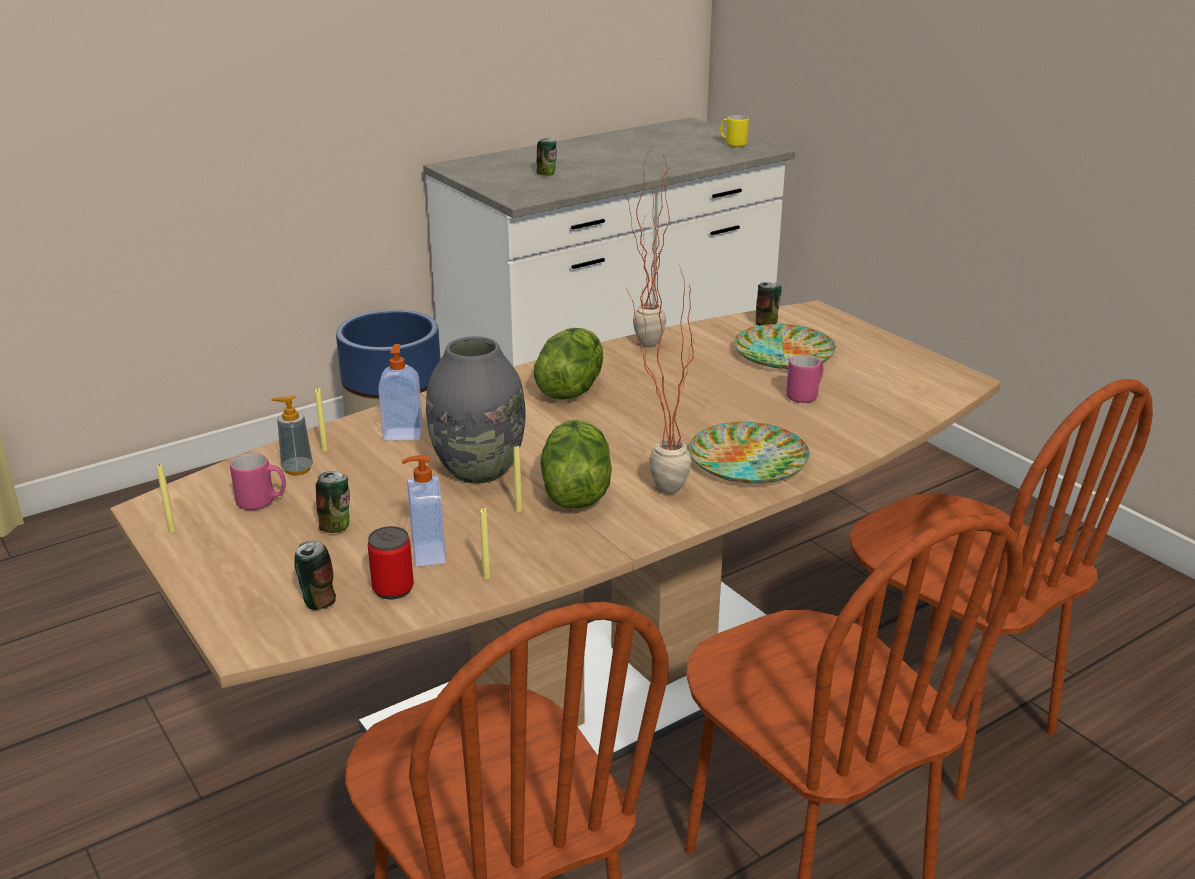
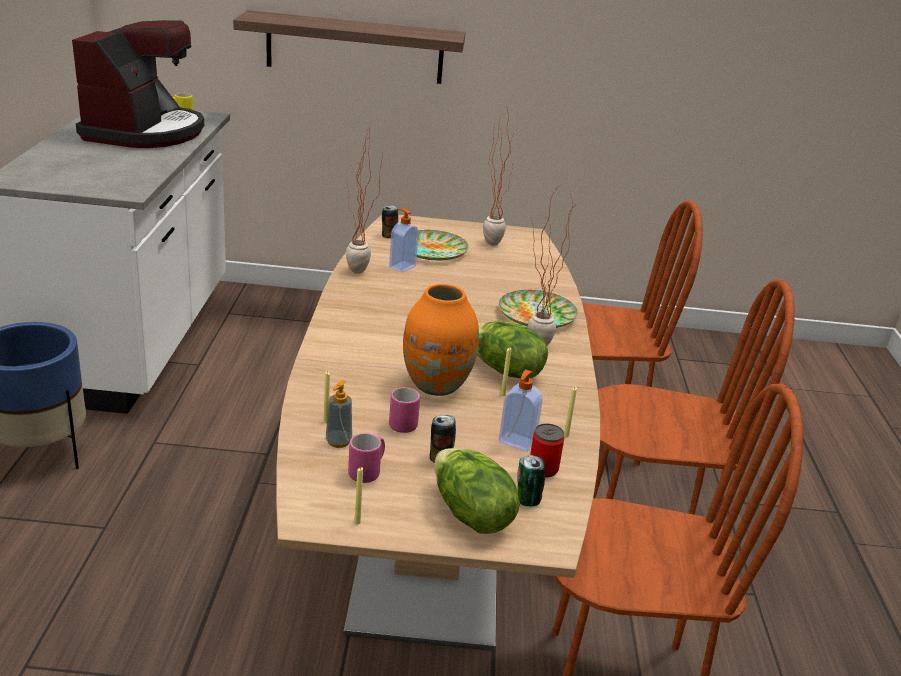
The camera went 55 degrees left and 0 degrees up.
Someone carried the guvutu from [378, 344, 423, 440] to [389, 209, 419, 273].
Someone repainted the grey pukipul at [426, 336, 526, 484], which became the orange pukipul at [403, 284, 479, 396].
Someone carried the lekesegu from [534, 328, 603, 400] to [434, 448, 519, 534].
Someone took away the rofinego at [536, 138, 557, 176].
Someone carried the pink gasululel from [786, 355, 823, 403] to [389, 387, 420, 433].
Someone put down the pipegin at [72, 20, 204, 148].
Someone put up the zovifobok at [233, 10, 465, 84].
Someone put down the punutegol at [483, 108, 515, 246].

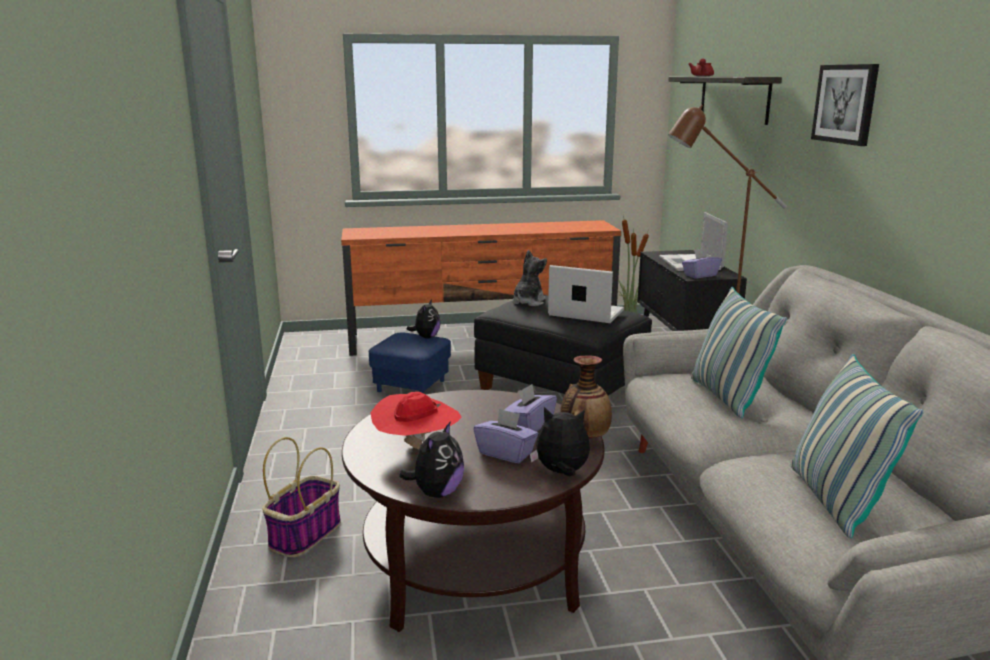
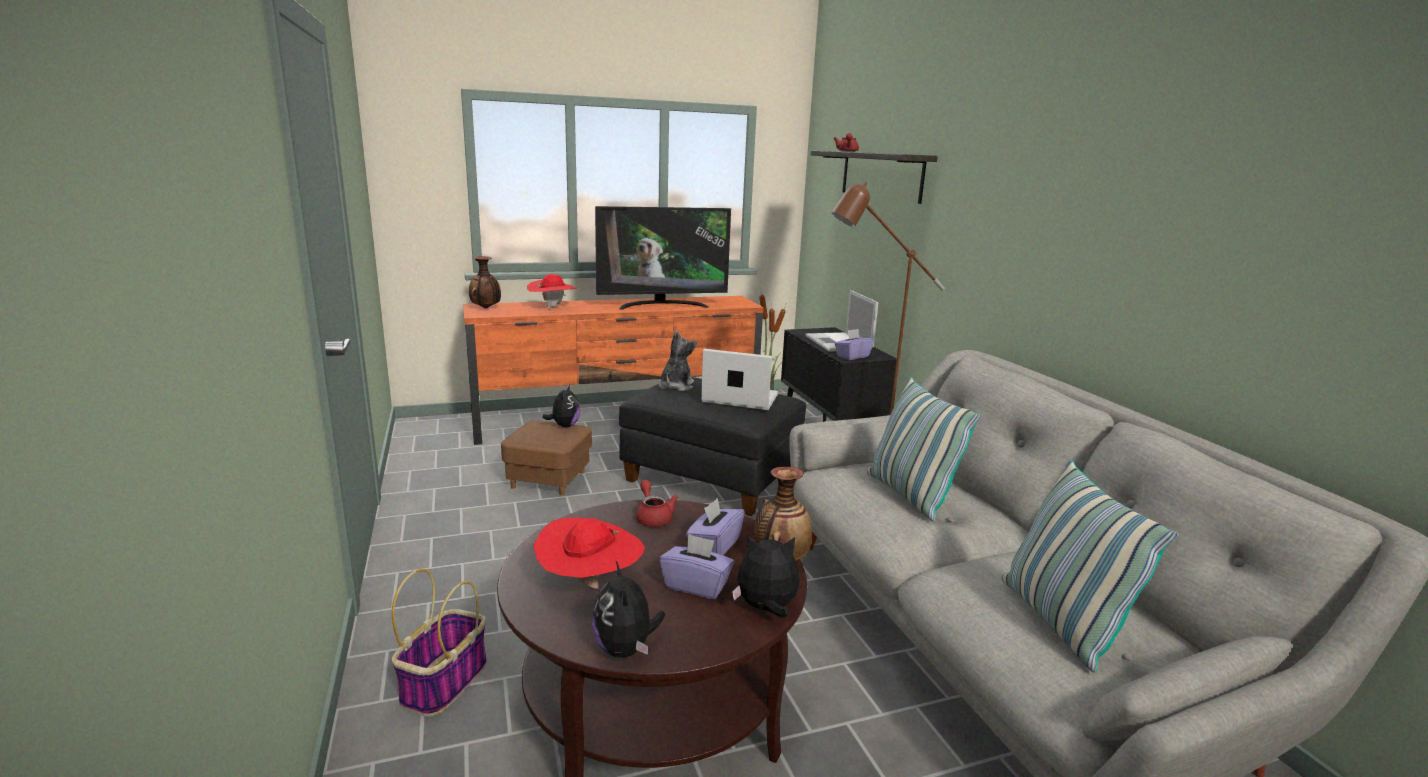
The camera went 10 degrees left and 0 degrees up.
Someone repainted the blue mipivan at [369, 332, 451, 393], which became the brown mipivan at [501, 420, 592, 495].
Someone rotated the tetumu at [399, 422, 464, 498] by 150 degrees clockwise.
Someone took away the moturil at [811, 64, 879, 146].
Someone put down the pukipul at [469, 256, 501, 308].
Someone put down the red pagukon at [527, 274, 578, 309].
Someone put down the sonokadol at [595, 206, 731, 310].
Someone put down the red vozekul at [636, 480, 679, 527].

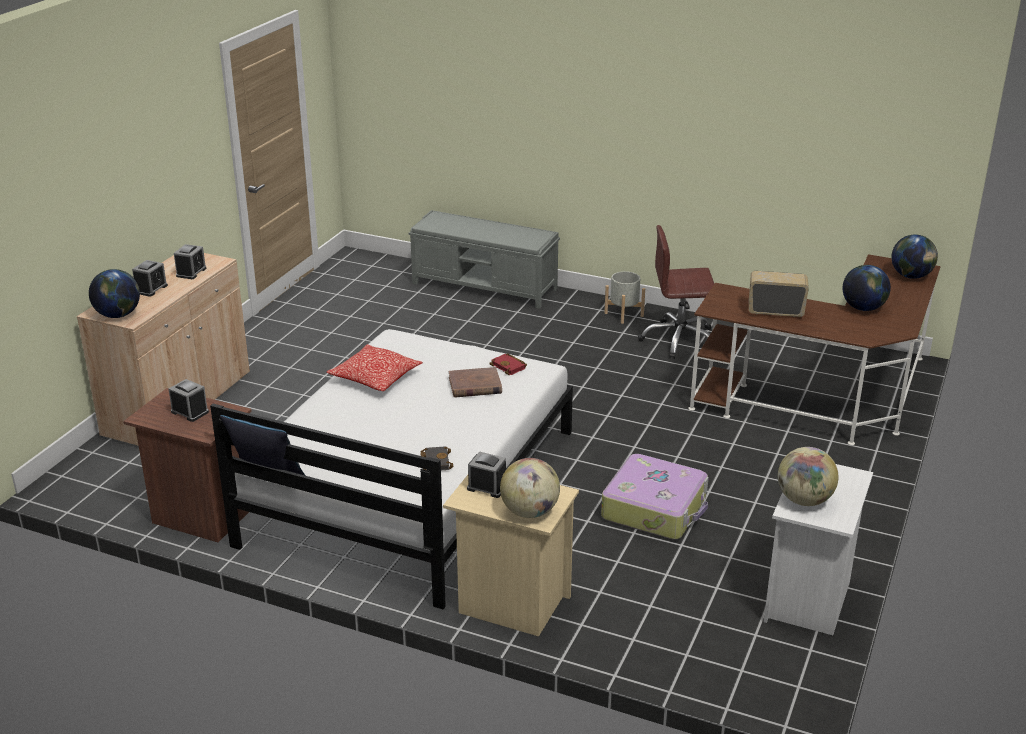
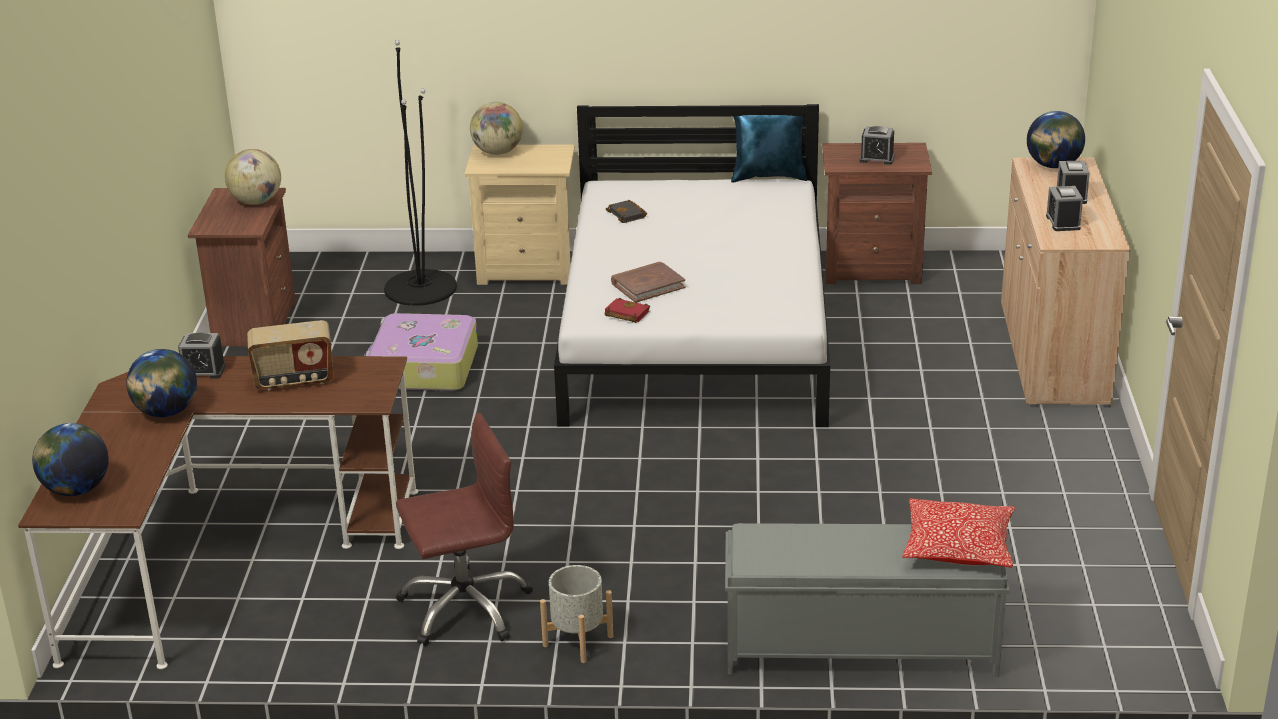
The camera went 160 degrees right and 0 degrees up.
Someone carried the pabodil from [327, 344, 423, 391] to [902, 498, 1015, 568].
Someone carried the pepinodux from [467, 451, 506, 498] to [178, 333, 226, 378].
Someone repainted the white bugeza at [764, 464, 873, 635], which became the brown bugeza at [188, 188, 296, 346].
Someone put down the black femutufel at [384, 40, 457, 306].

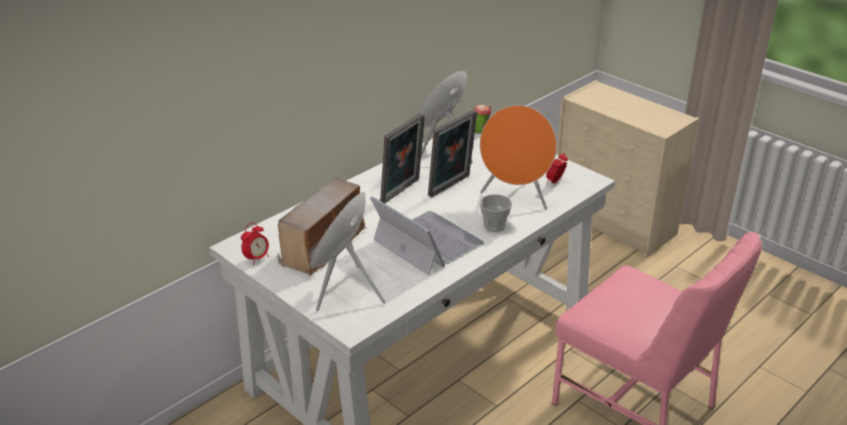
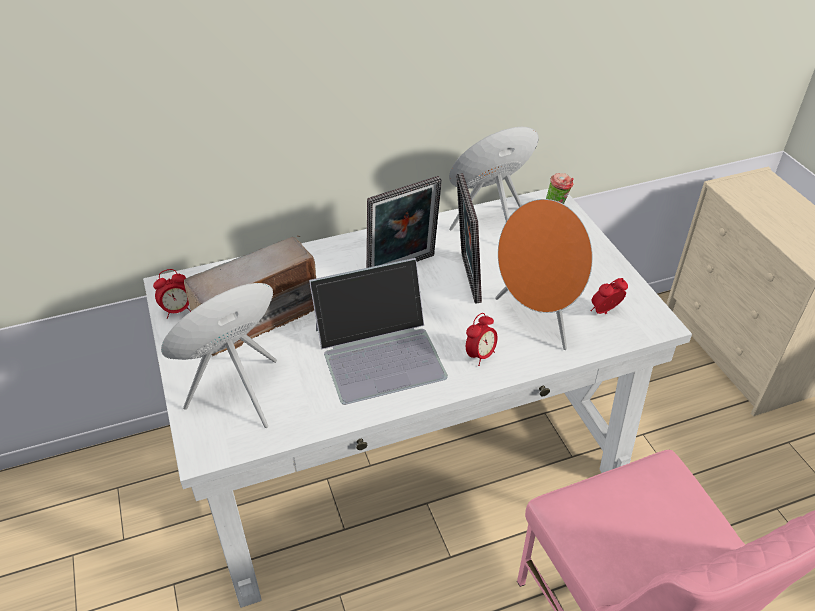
The camera went 25 degrees right and 10 degrees up.
Someone rotated the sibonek at [370, 196, 484, 275] by 90 degrees clockwise.
Someone rotated the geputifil at [428, 110, 477, 198] by 105 degrees clockwise.
Someone swapped the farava at [480, 194, 512, 232] for the pepinodux at [466, 313, 498, 366].

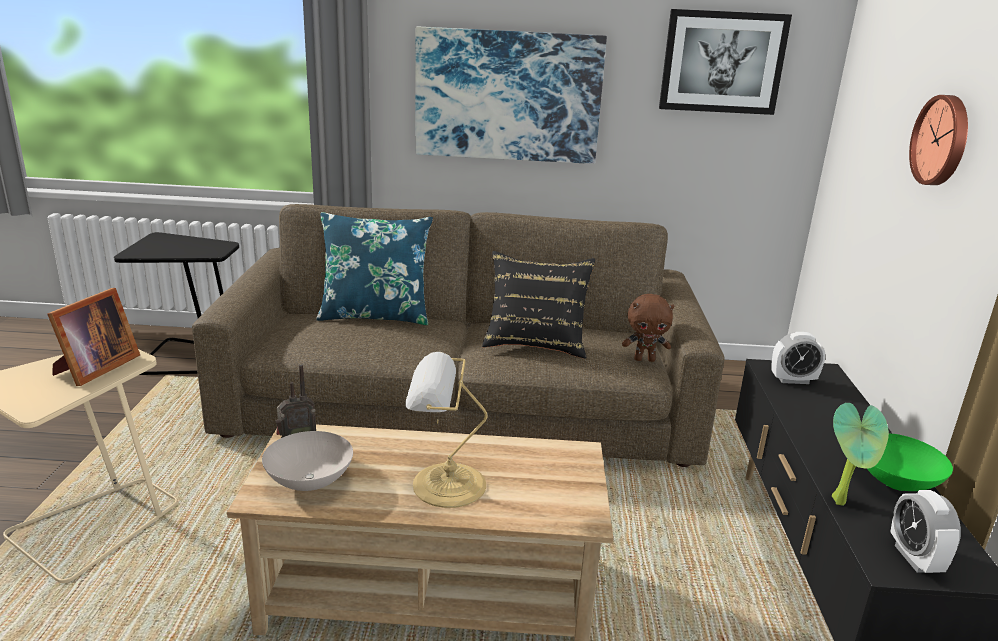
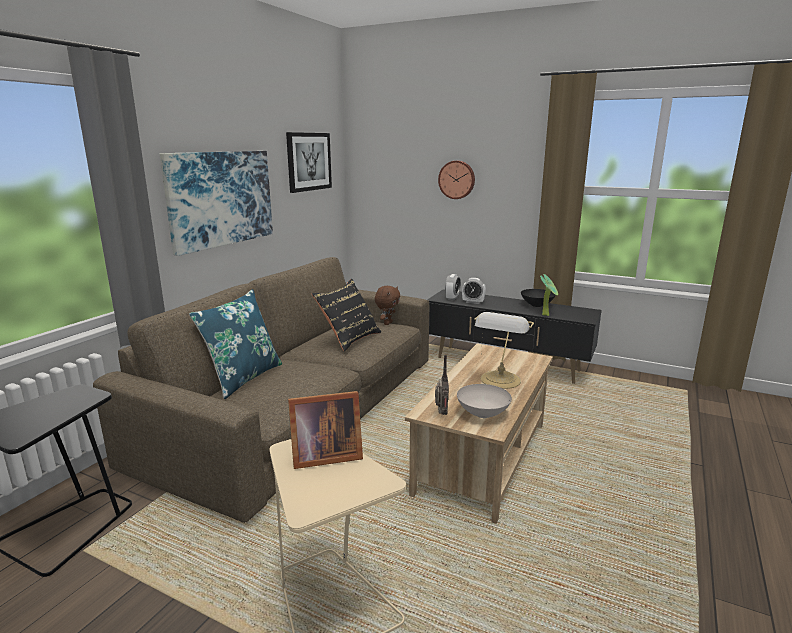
The camera went 65 degrees left and 5 degrees down.
Someone rotated the geputifil at [47, 288, 140, 386] by 120 degrees clockwise.
Someone repainted the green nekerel at [867, 433, 953, 491], which became the black nekerel at [521, 289, 555, 307].
Someone carried the pepinodux from [891, 490, 961, 573] to [462, 278, 486, 304].

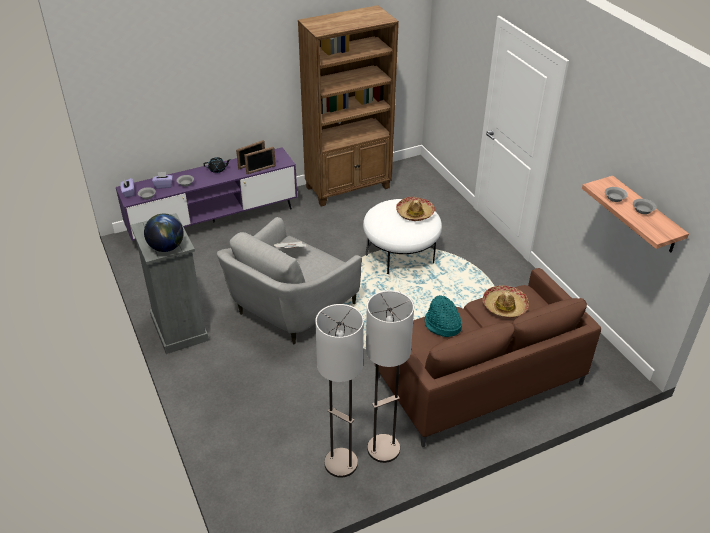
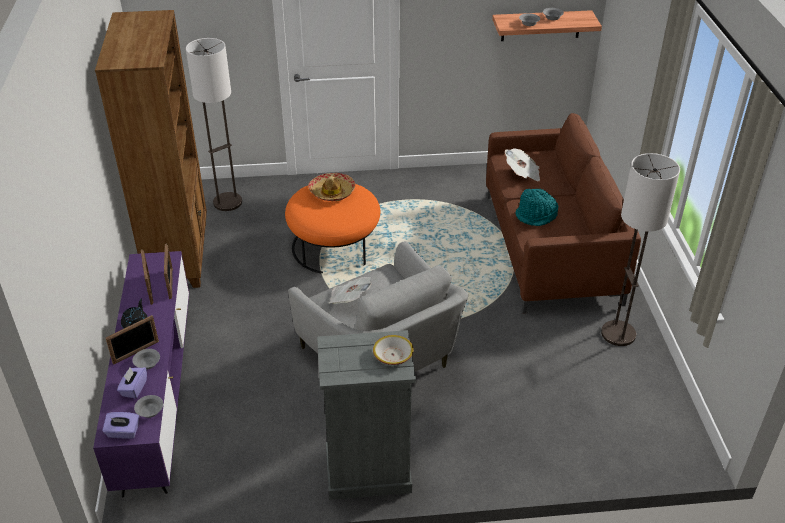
The camera went 70 degrees left and 0 degrees up.
Someone swapped the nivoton at [144, 214, 184, 252] for the nekerel at [373, 335, 414, 365].
Someone carried the femutufel from [315, 304, 364, 478] to [186, 38, 242, 211].
Someone repainted the white mipivan at [363, 199, 442, 274], which became the orange mipivan at [285, 184, 380, 273].
Someone swapped the pagukon at [483, 285, 529, 318] for the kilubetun at [505, 148, 540, 181].
Someone put down the geputifil at [106, 315, 159, 365].

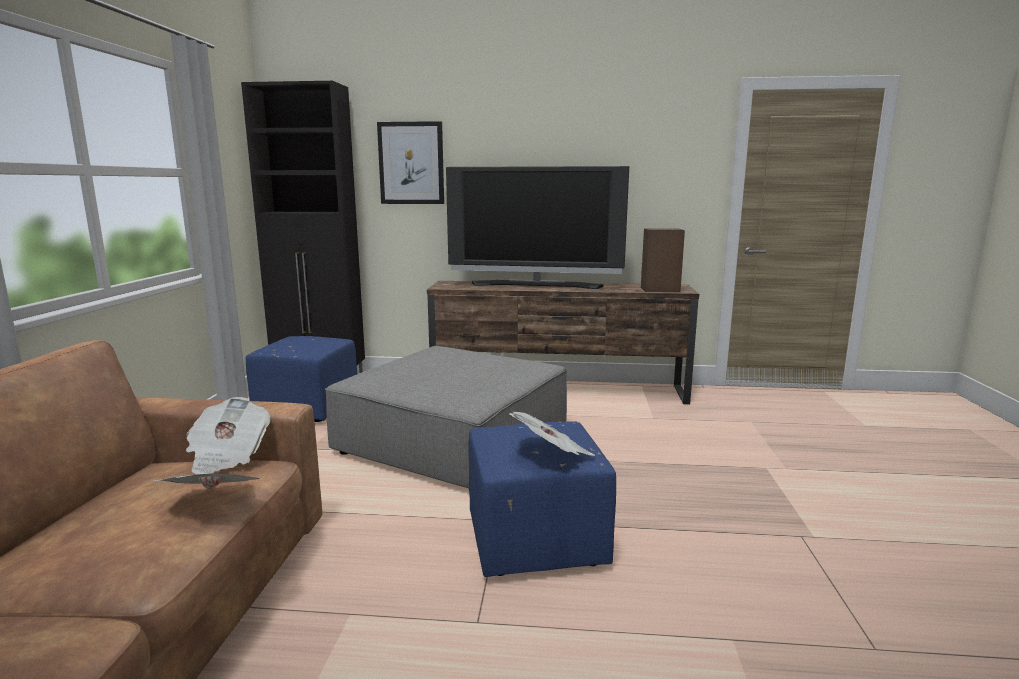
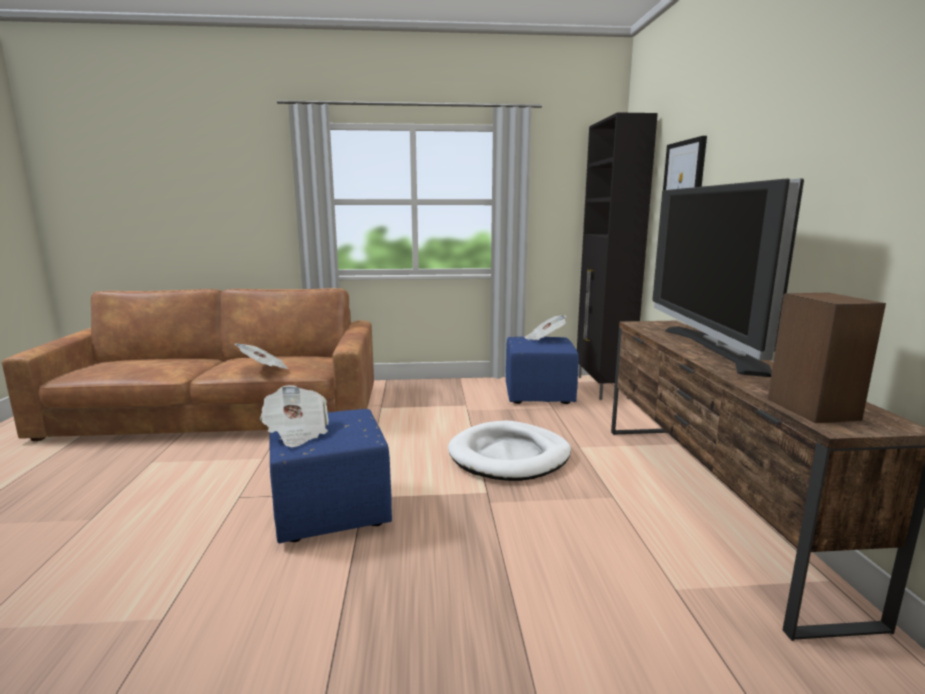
The camera went 80 degrees right and 0 degrees up.
Someone carried the kilubetun from [186, 397, 271, 475] to [525, 315, 567, 340].
Someone swapped the grey mipivan at [325, 346, 567, 488] for the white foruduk at [448, 420, 571, 481].

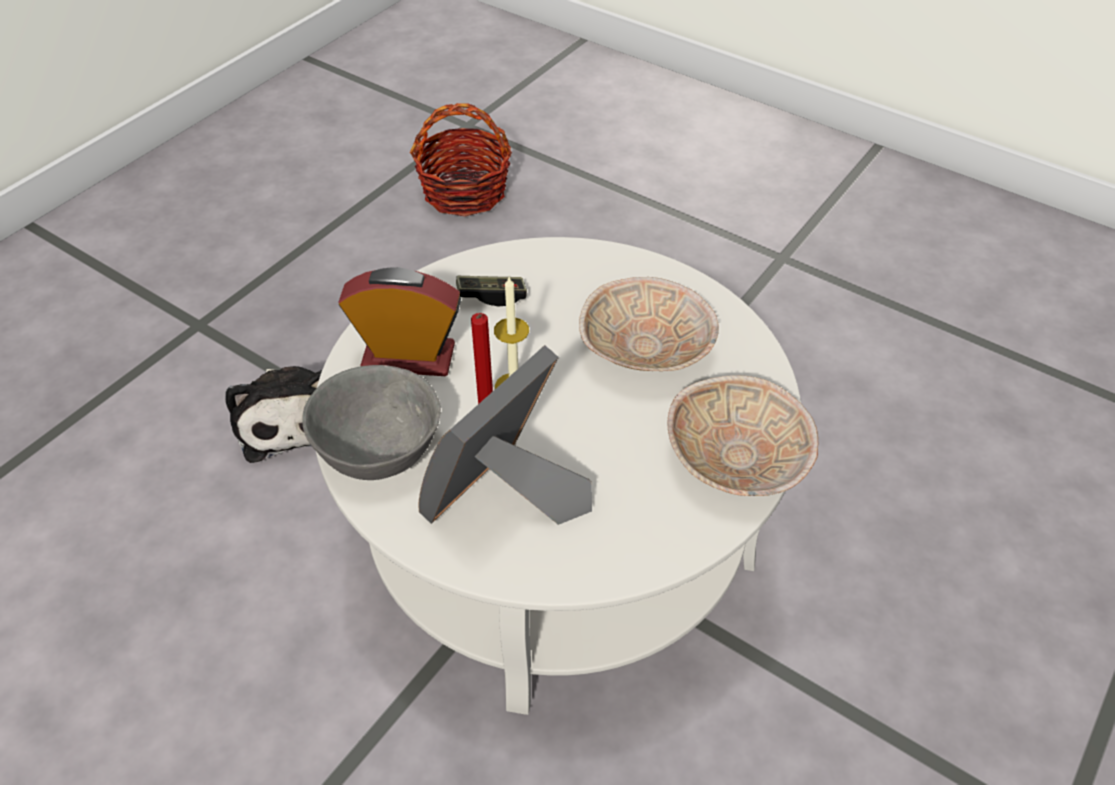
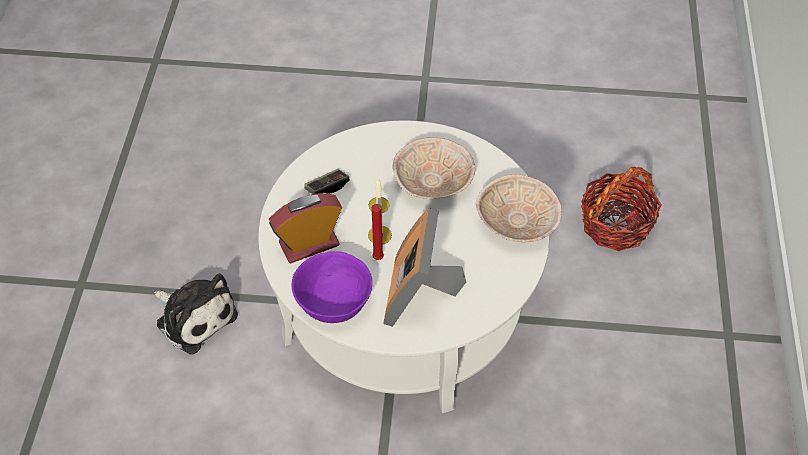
The camera went 30 degrees left and 5 degrees up.
Someone repainted the grey nekerel at [303, 365, 441, 480], which became the purple nekerel at [292, 251, 372, 323].
Someone carried the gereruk from [410, 103, 512, 217] to [581, 167, 662, 251].

